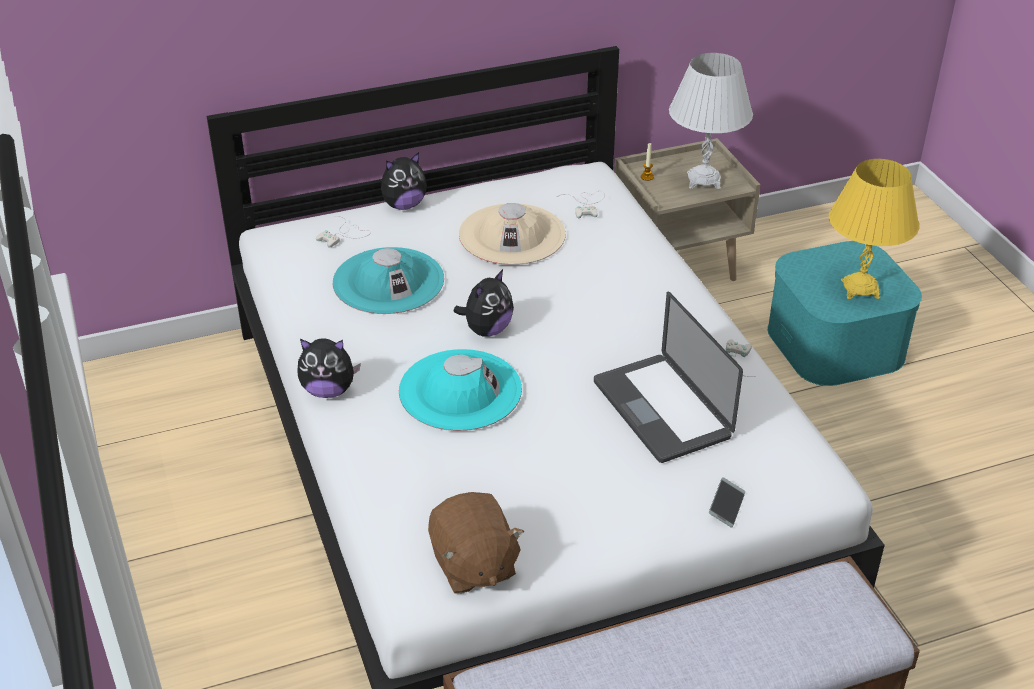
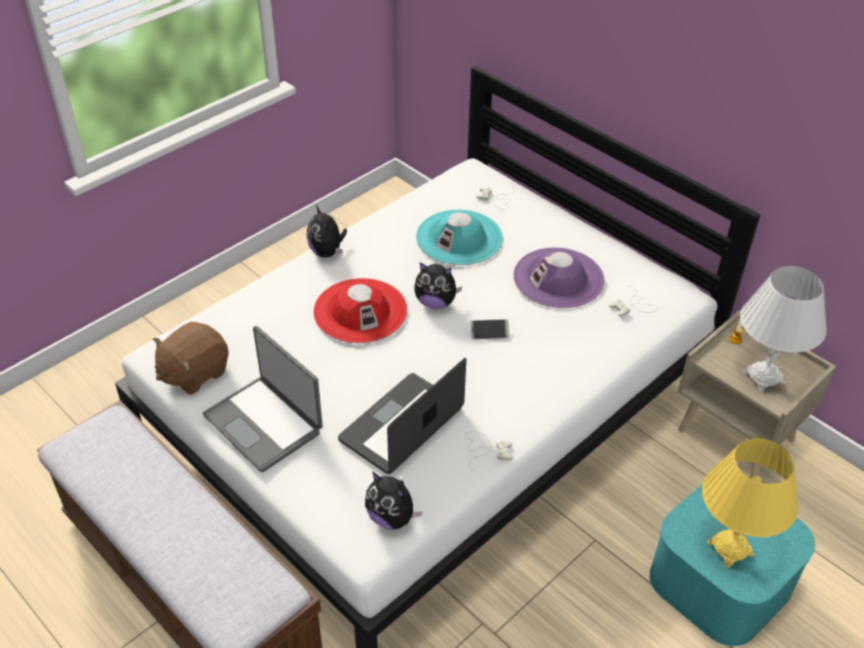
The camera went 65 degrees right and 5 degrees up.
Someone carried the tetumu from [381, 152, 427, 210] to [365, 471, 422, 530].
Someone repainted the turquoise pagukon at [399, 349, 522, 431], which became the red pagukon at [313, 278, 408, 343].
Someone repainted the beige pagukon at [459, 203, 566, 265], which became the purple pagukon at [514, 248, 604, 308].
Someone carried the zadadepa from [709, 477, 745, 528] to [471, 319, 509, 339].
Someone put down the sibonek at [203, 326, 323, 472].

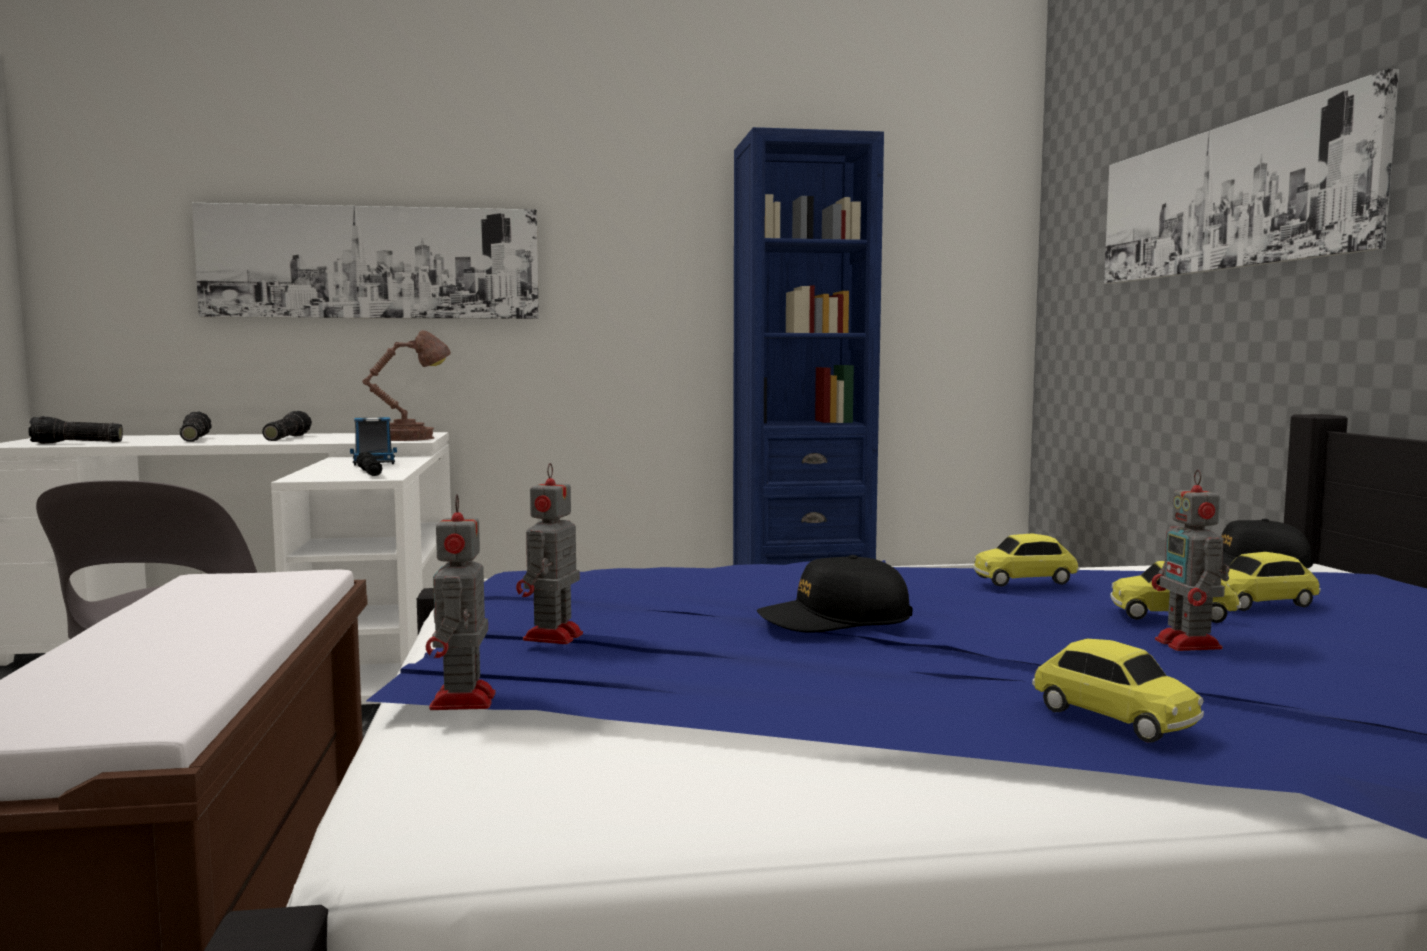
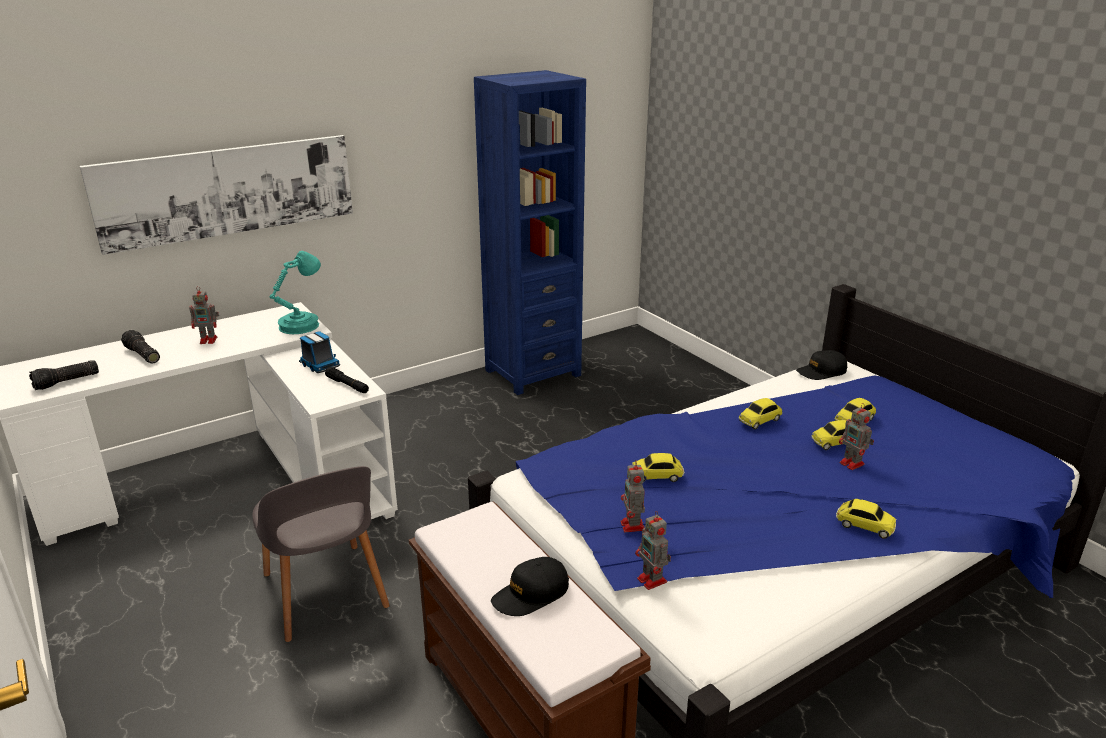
The camera went 25 degrees left and 20 degrees up.
Someone swapped the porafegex at [262, 411, 312, 441] for the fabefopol at [189, 286, 219, 344].
Someone repainted the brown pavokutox at [362, 330, 451, 441], which became the turquoise pavokutox at [270, 251, 321, 334].
Someone carried the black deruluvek from [757, 555, 913, 633] to [491, 557, 569, 616].
Someone took away the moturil at [1104, 69, 1399, 284].
Someone put down the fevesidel at [632, 453, 684, 482].

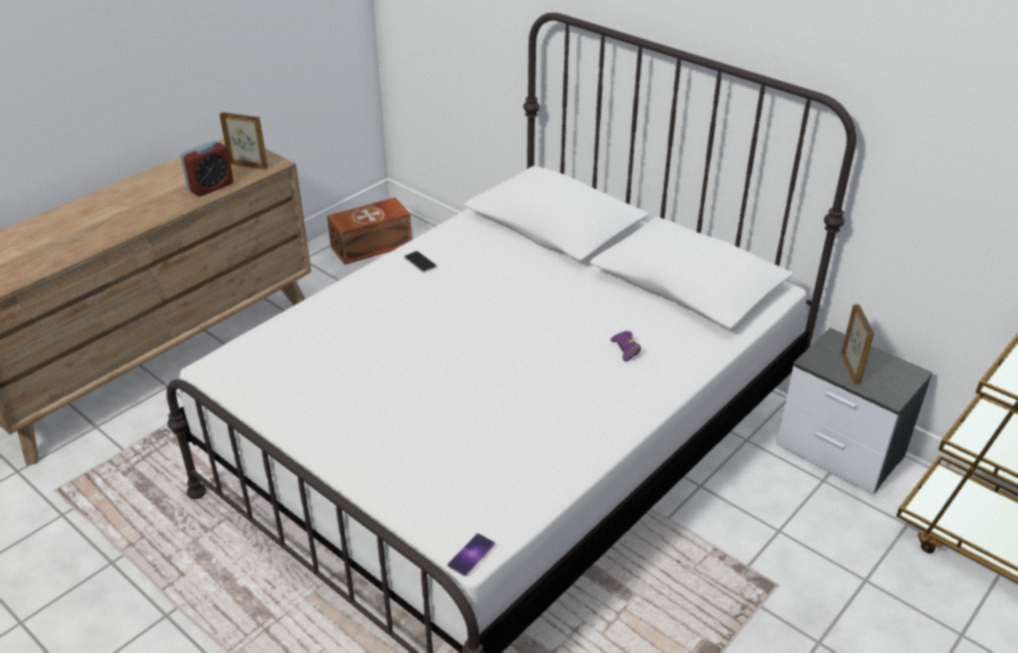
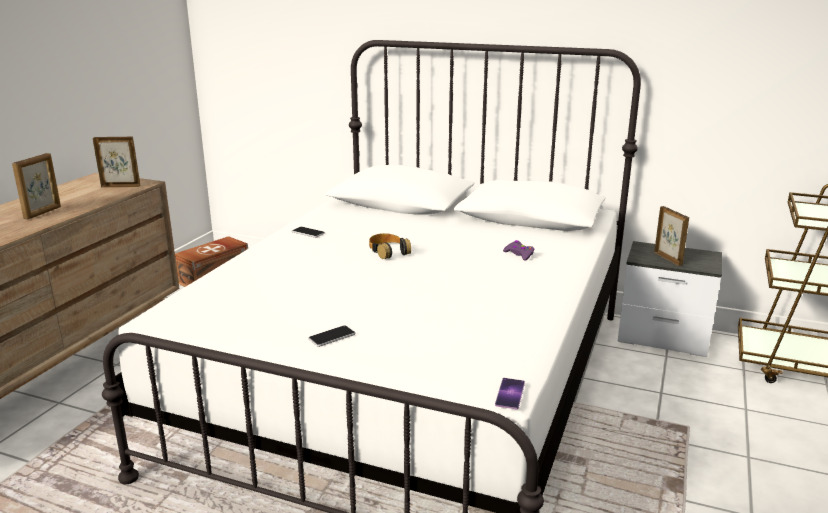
The camera went 20 degrees left and 15 degrees down.
Someone took away the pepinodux at [180, 141, 233, 196].
Someone put down the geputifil at [12, 153, 61, 220].
Someone put down the zadadepa at [308, 325, 355, 347].
Someone put down the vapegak at [369, 233, 411, 259].

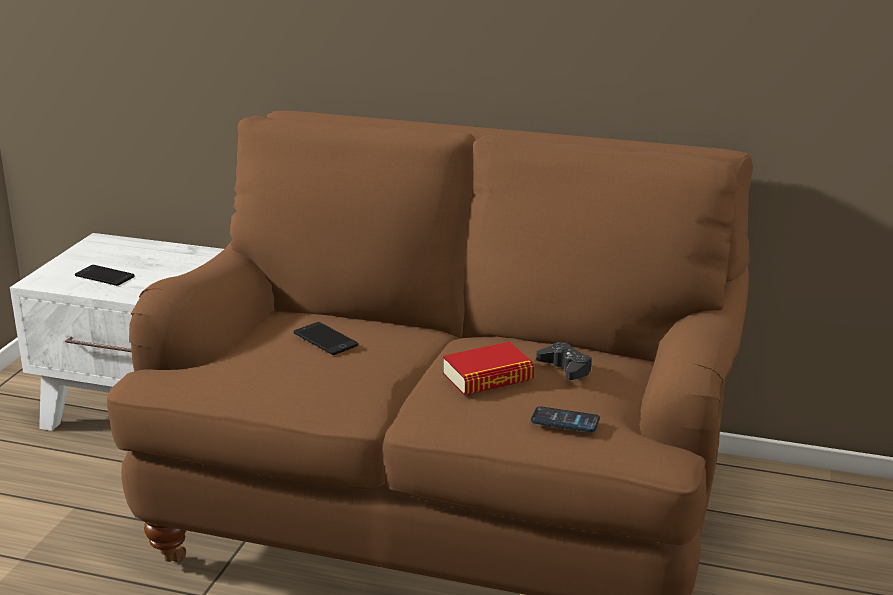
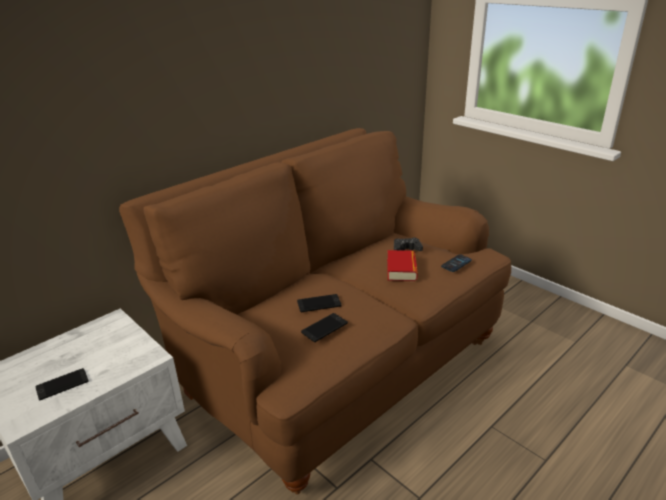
The camera went 60 degrees left and 5 degrees up.
Someone put down the zadadepa at [301, 313, 348, 342].

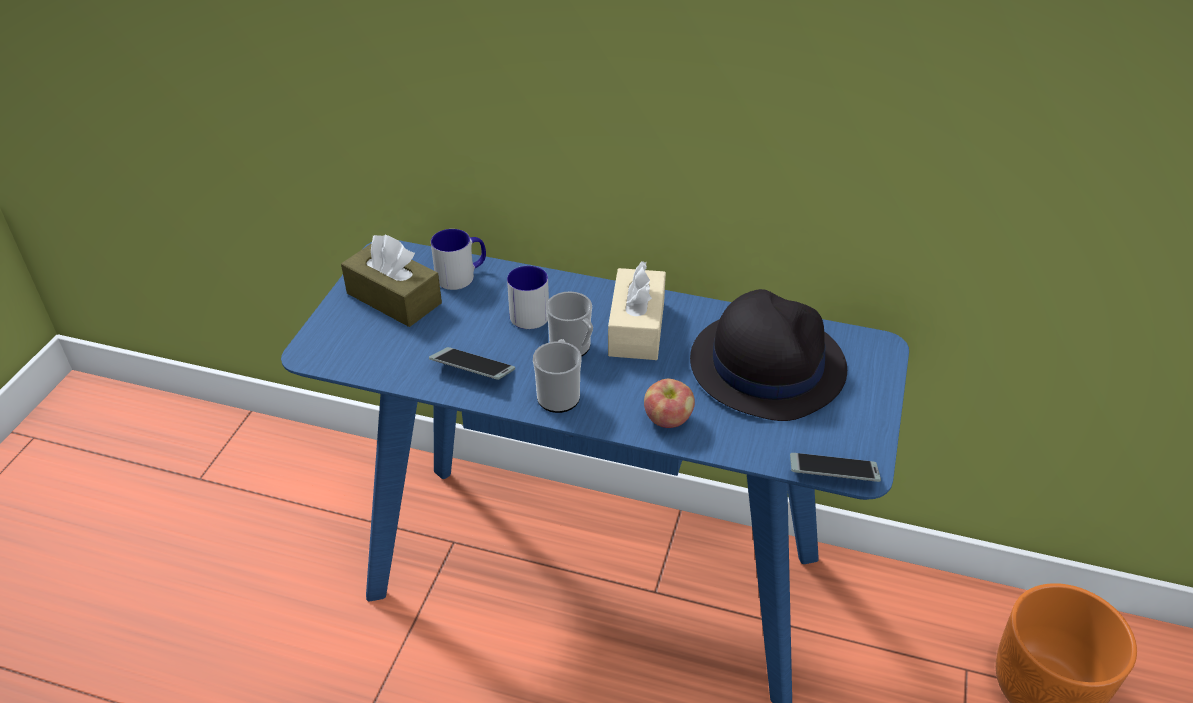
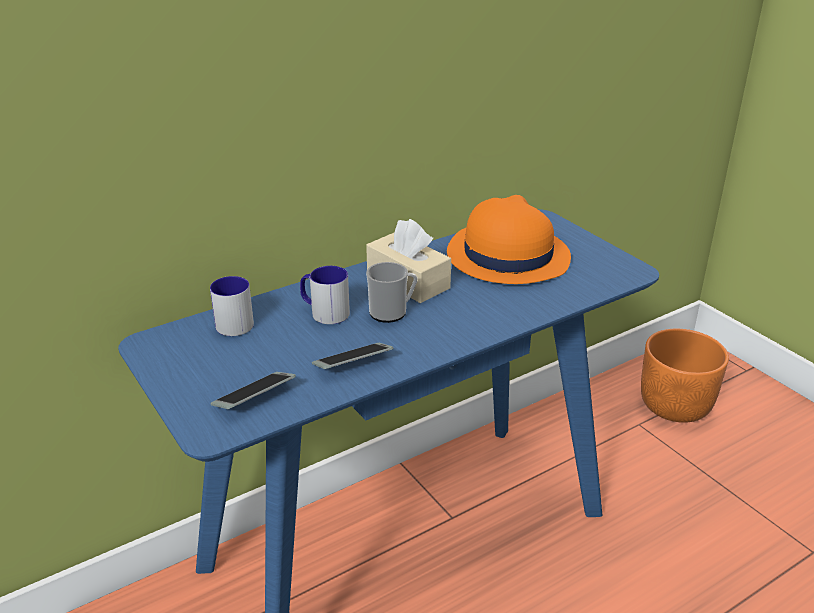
The camera went 50 degrees left and 10 degrees down.
Someone took away the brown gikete at [341, 235, 442, 327].
Someone took away the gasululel at [533, 339, 582, 413].
Someone took away the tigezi at [644, 379, 695, 428].
Someone repainted the black pagukon at [690, 289, 847, 421], which became the orange pagukon at [447, 195, 571, 284].
Someone carried the zadadepa from [790, 453, 881, 482] to [210, 372, 296, 409].

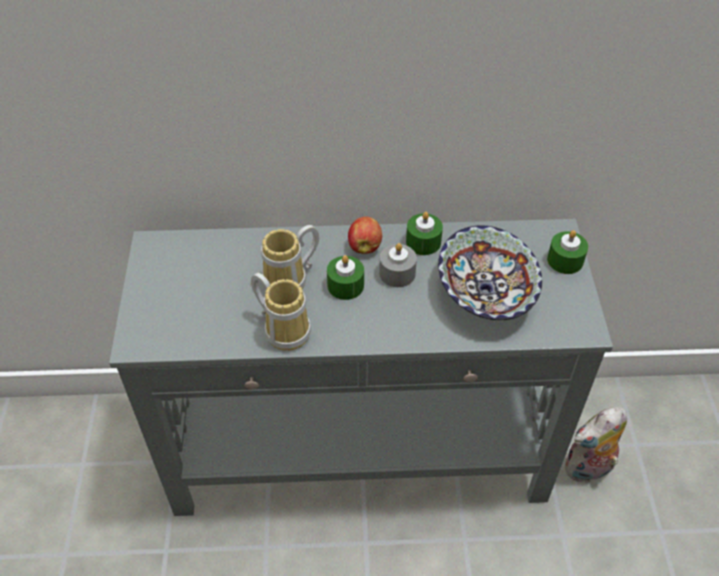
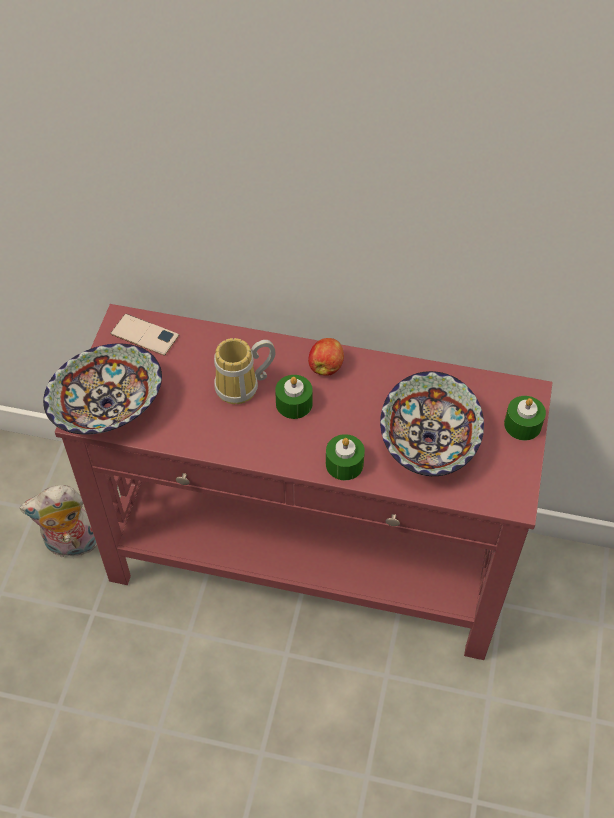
The camera went 15 degrees right and 5 degrees up.
Someone repainted the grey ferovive at [109, 219, 613, 516], which became the red ferovive at [55, 304, 553, 660].
Someone took away the gasululel at [251, 273, 311, 351].
Someone took away the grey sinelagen at [379, 243, 417, 287].
Someone carried the green sinelagen from [406, 212, 443, 255] to [326, 434, 365, 480].
Someone carried the tetumu from [565, 407, 627, 484] to [19, 485, 97, 557].
Someone put down the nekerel at [43, 343, 162, 435].
Someone put down the zadadepa at [110, 314, 179, 356].

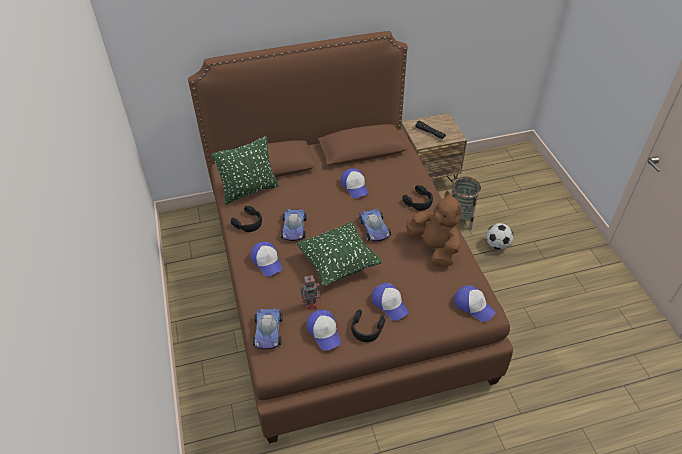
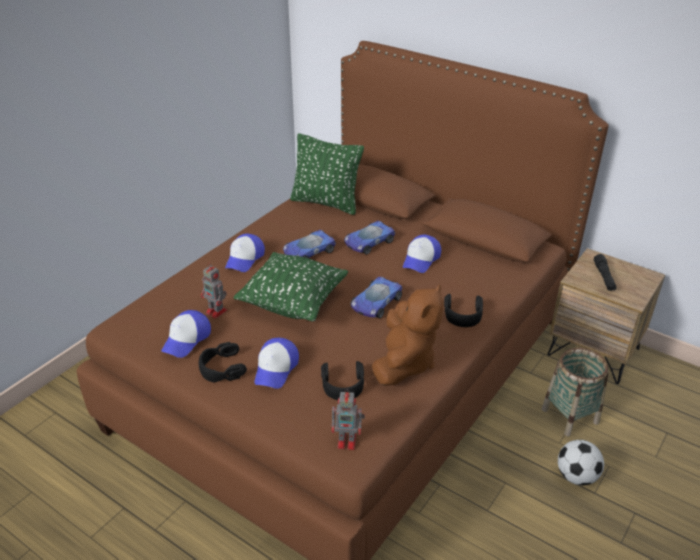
The camera went 50 degrees right and 10 degrees down.
Someone carried the black vapegak from [231, 206, 262, 232] to [321, 361, 364, 400].
Someone carried the fevesidel from [252, 308, 282, 349] to [344, 221, 395, 255].
Someone swapped the deruluvek at [454, 285, 496, 322] for the fabefopol at [332, 390, 365, 450].

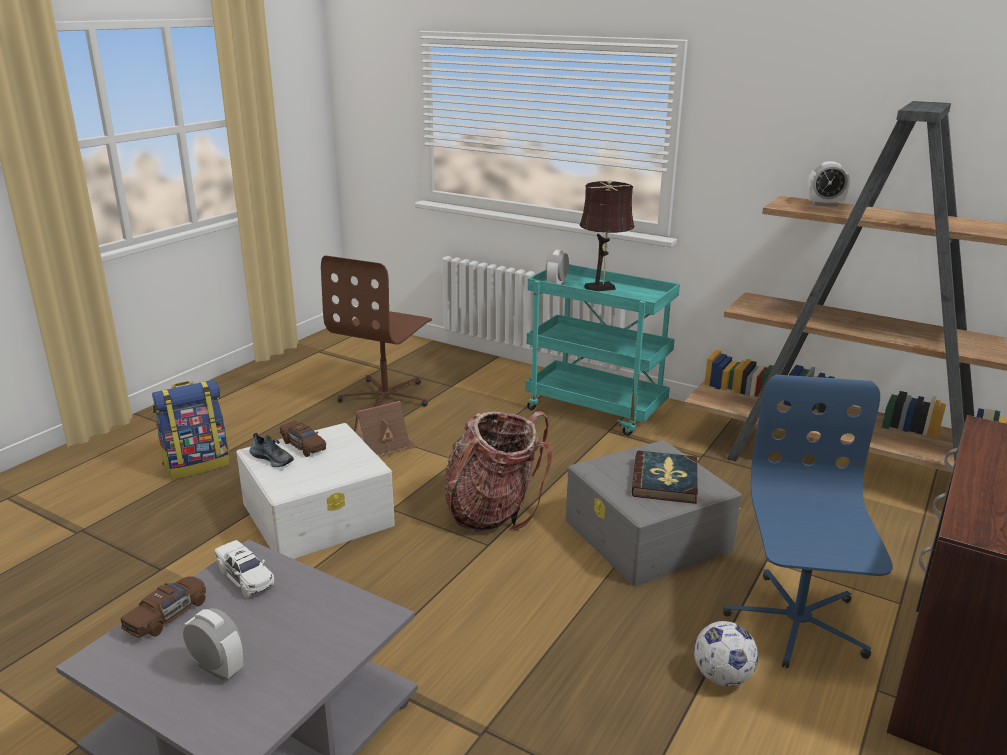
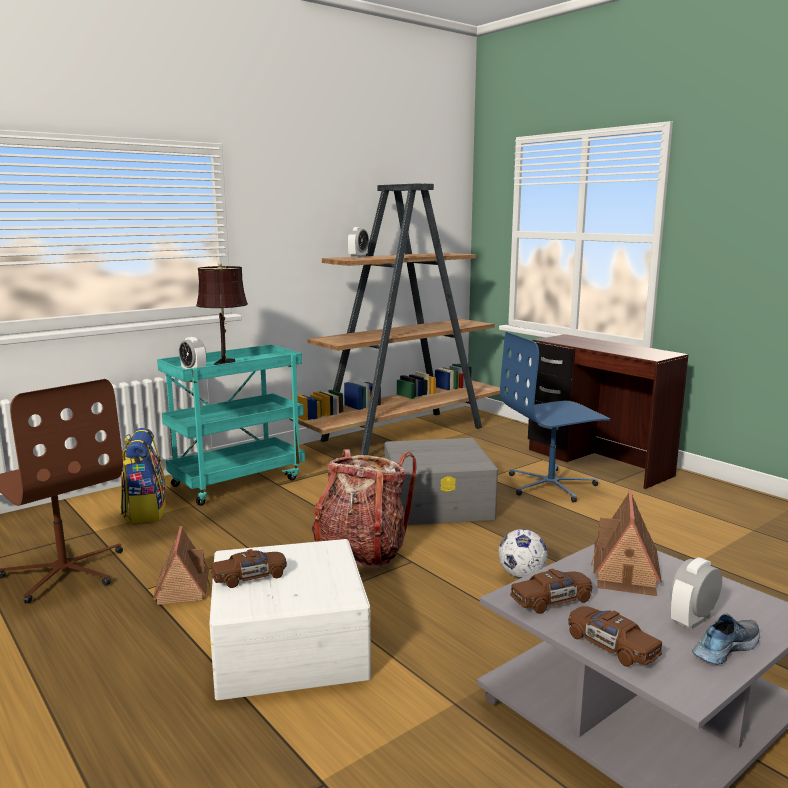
The camera went 70 degrees left and 10 degrees down.
Someone carried the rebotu from [152, 380, 230, 480] to [121, 428, 167, 523].
Someone repainted the white fevesidel at [215, 540, 274, 598], which became the brown fevesidel at [510, 569, 592, 614].
Someone carried the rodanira from [250, 433, 294, 467] to [692, 614, 760, 665].
Someone took away the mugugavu at [632, 451, 698, 504].
Someone carried the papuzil from [694, 621, 758, 687] to [499, 529, 547, 578].
Someone rotated the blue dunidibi at [723, 375, 893, 668] by 45 degrees counterclockwise.
Someone put down the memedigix at [591, 490, 662, 596].

